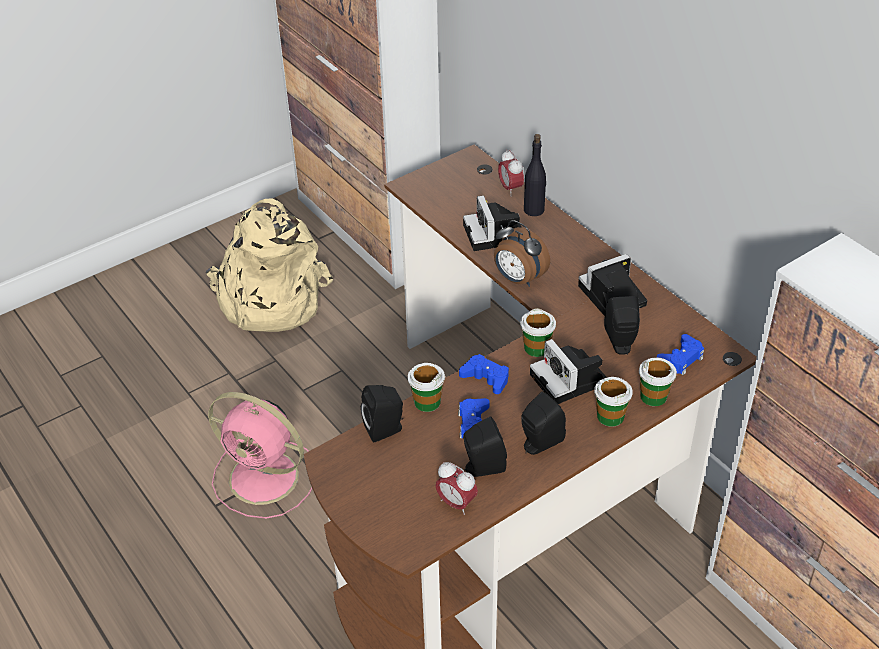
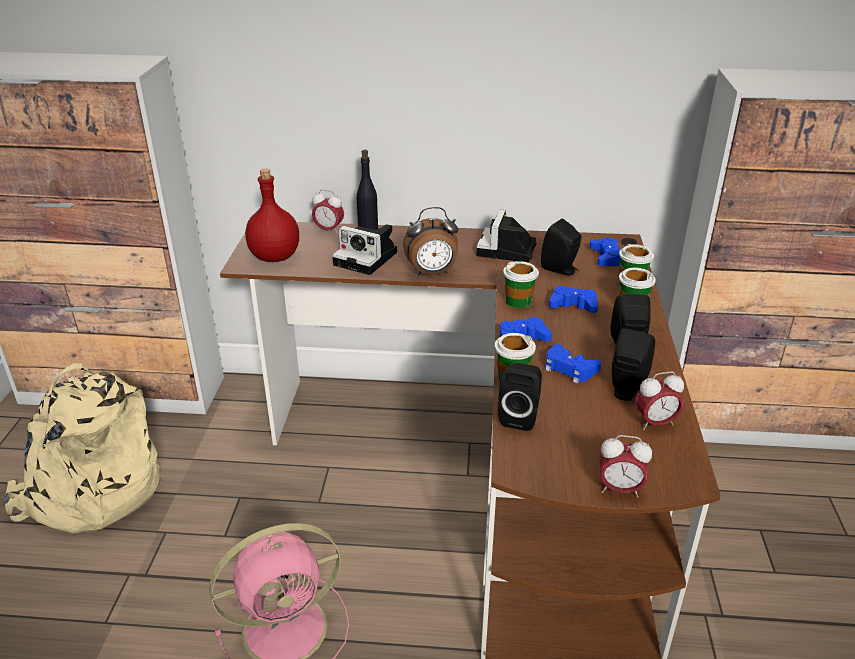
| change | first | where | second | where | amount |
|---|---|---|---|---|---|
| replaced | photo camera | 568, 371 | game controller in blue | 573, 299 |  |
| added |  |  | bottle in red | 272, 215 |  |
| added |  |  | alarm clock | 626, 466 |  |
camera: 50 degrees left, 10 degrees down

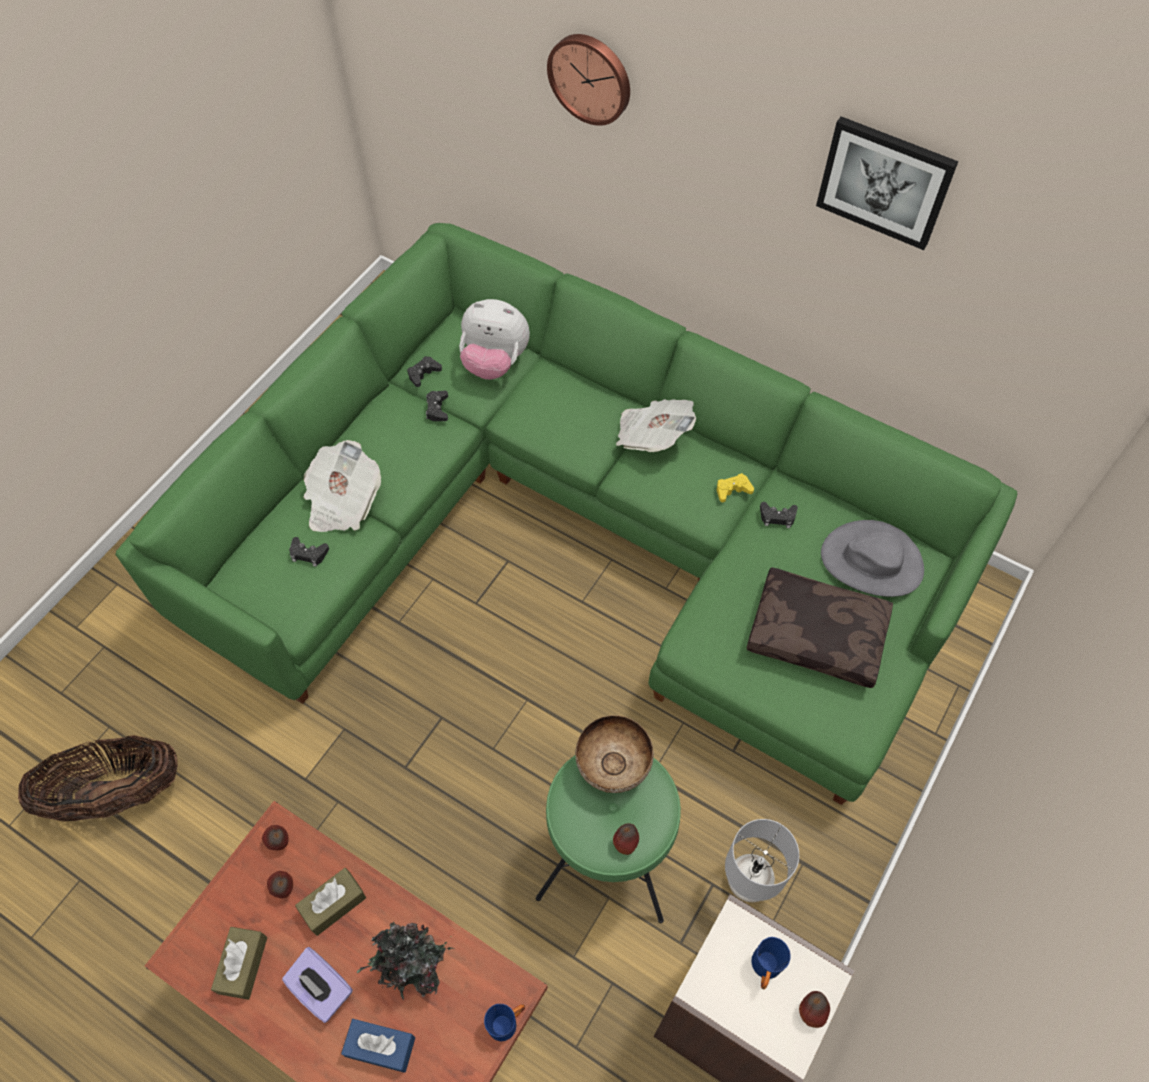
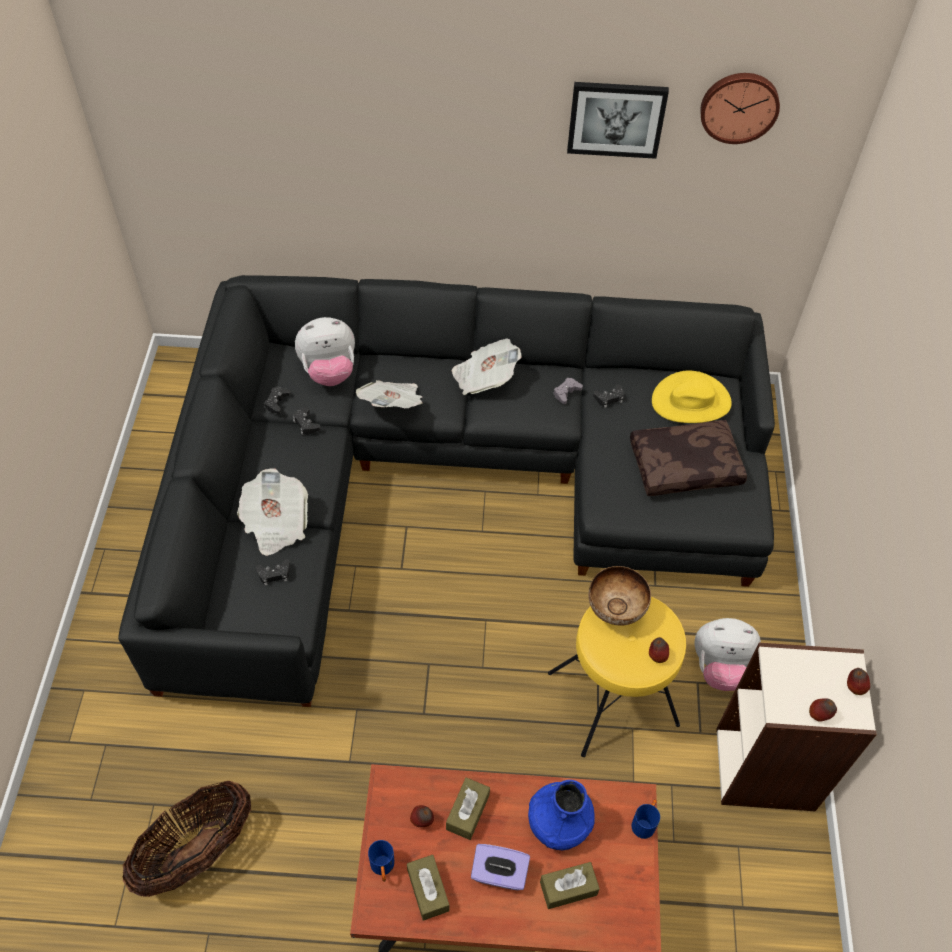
| change | first | where | second | where | amount |
|---|---|---|---|---|---|
| recoloured | sofa in green | 566, 514 | sofa in black | 446, 491 |  |
| moved | apple | 275, 837 |  | 823, 710 |  |
| recoloured | tissue box in blue | 378, 1046 | tissue box in brown | 570, 885 |  |
| replaced | potted plant | 406, 961 | vase in blue | 561, 815 |  |
| recoloured | stool in green | 608, 839 | stool in yellow | 617, 676 |  |
| moved | wall clock | 588, 80 |  | 740, 108 |  |
| recoloured | game controller in yellow | 735, 487 | game controller in grey | 568, 391 |  |
| replaced | table lamp in grey | 762, 860 | plush toy | 727, 654 |  |
| moved | mug in blue | 771, 963 |  | 381, 861 |  |
| recoloured | hat in grey | 872, 558 | hat in yellow | 692, 397 |  |
| added |  |  | newspaper | 389, 394 |  |
camera: 30 degrees left, 5 degrees down

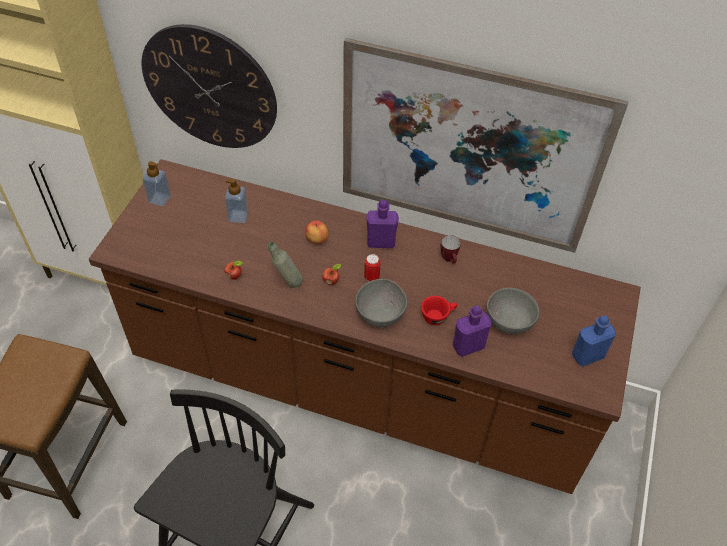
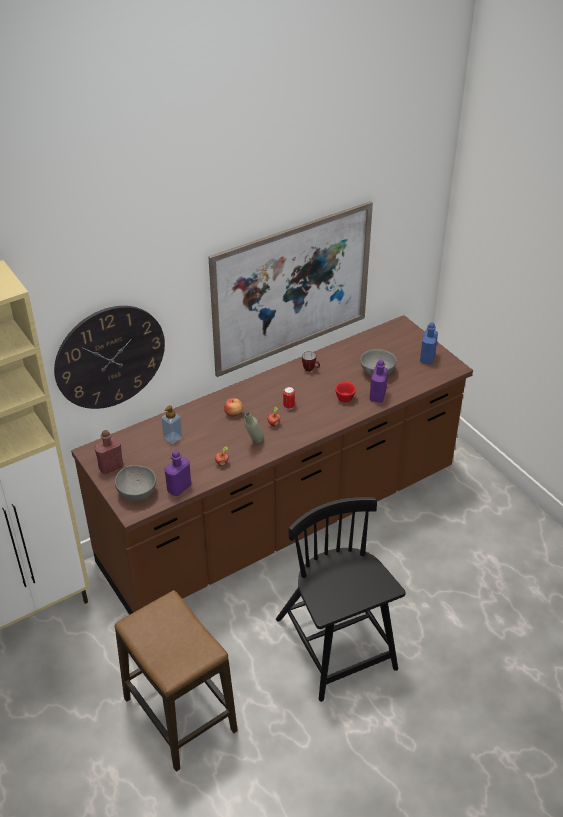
| change | first | where | second | where | amount |
|---|---|---|---|---|---|
| replaced | soap dispenser | 156, 183 | bottle in red | 108, 452 |  |
| moved | bowl in grey | 381, 303 |  | 135, 483 |  |
| moved | bottle in purple | 382, 224 |  | 177, 473 |  |
camera: 50 degrees left, 10 degrees down

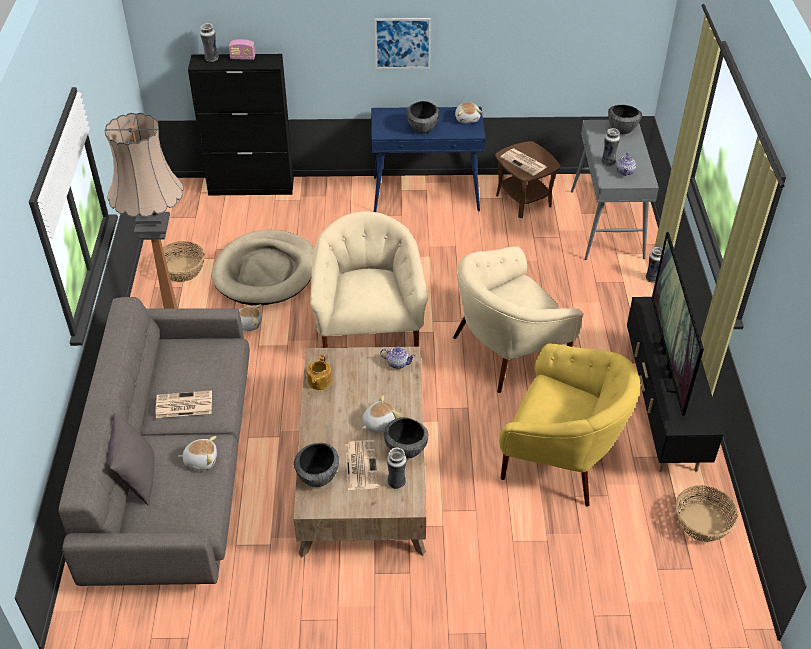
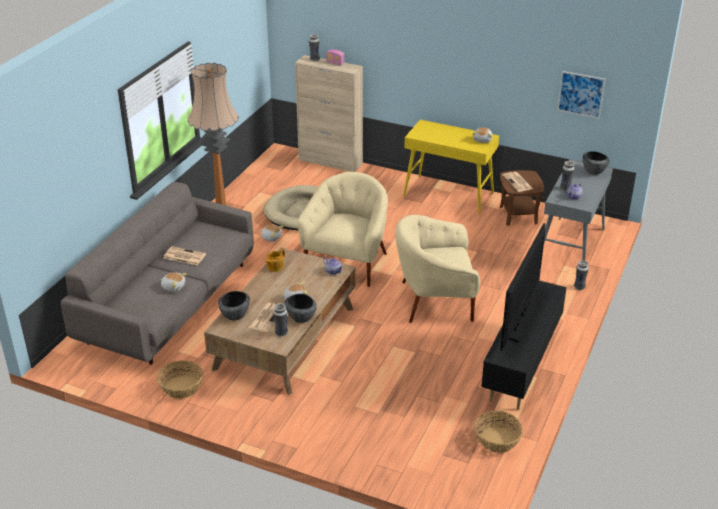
| change | first | where | second | where | amount |
|---|---|---|---|---|---|
| removed | pillow in grey | 131, 459 |  |  |  |
| moved | basket | 184, 261 |  | 180, 379 |  |
| recoloured | cabinet in black | 241, 125 | cabinet in beige | 329, 113 |  |
| recoloured | console table in blue | 428, 159 | console table in yellow | 451, 167 |  |
| moved | picture | 403, 43 |  | 581, 95 |  |
| removed | bowl | 423, 117 |  |  |  |
| removed | armchair in yellow | 569, 425 |  |  |  |
camera: 25 degrees right, 10 degrees down

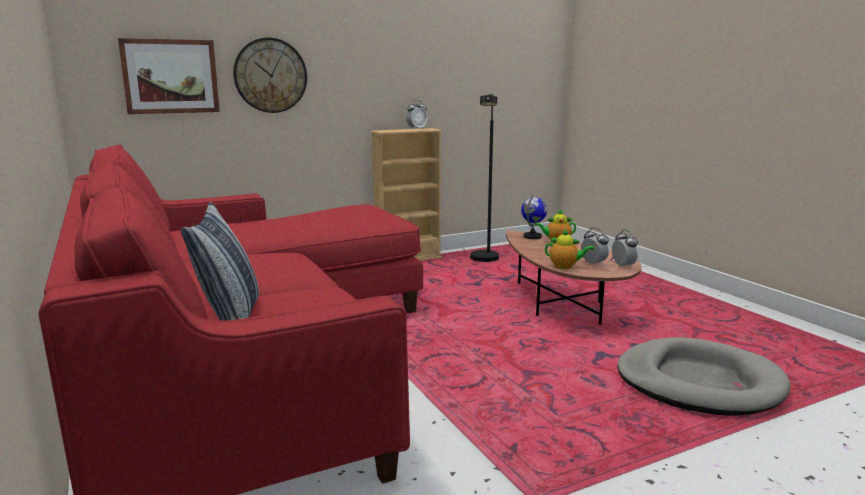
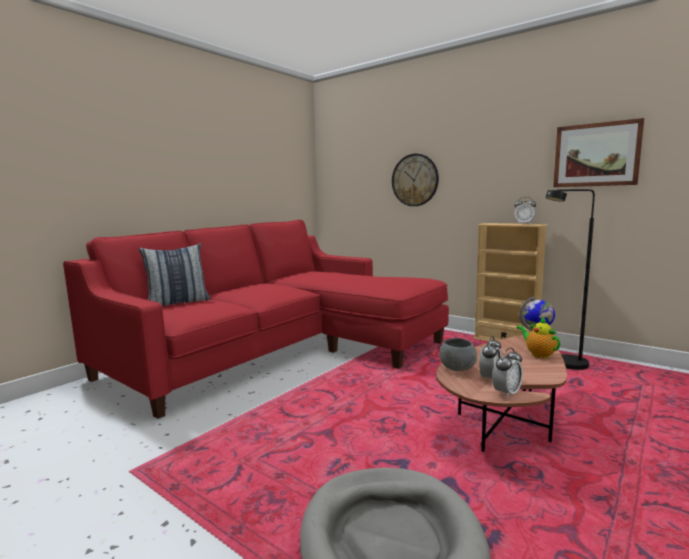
| change | first | where | second | where | amount |
|---|---|---|---|---|---|
| moved | picture | 169, 76 |  | 598, 152 |  |
| replaced | teapot | 569, 249 | bowl in grey | 458, 354 |  |
camera: 65 degrees right, 5 degrees down

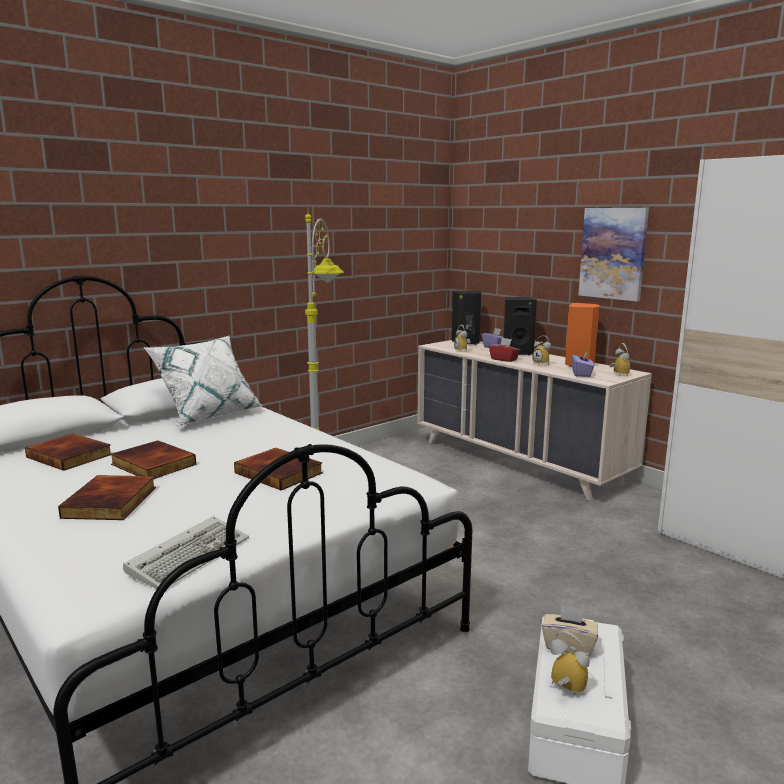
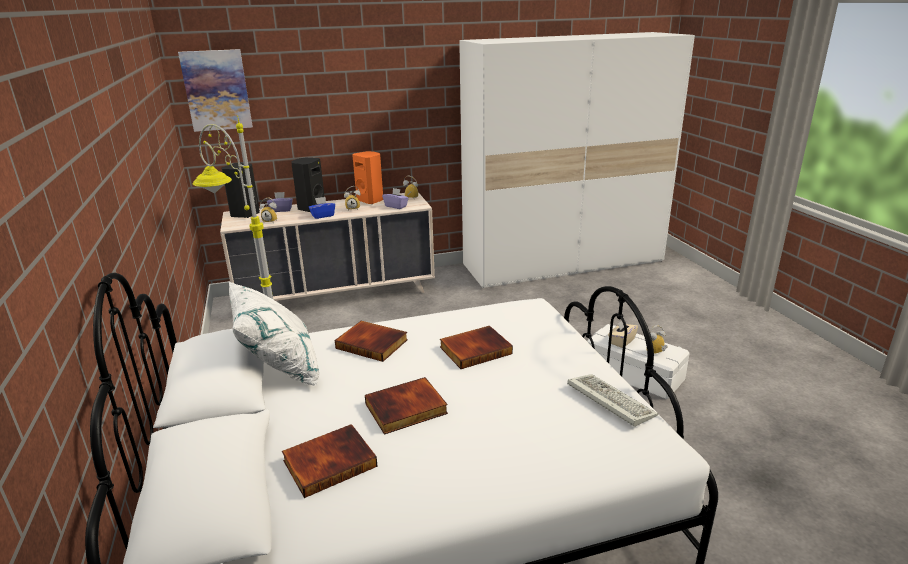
| change | first | where | second | where | amount |
|---|---|---|---|---|---|
| moved | book | 107, 497 |  | 371, 341 |  |
| recoloured | tissue box in red | 504, 350 | tissue box in blue | 322, 208 |  |
| moved | picture | 613, 254 |  | 215, 90 |  |
camera: 65 degrees left, 10 degrees up

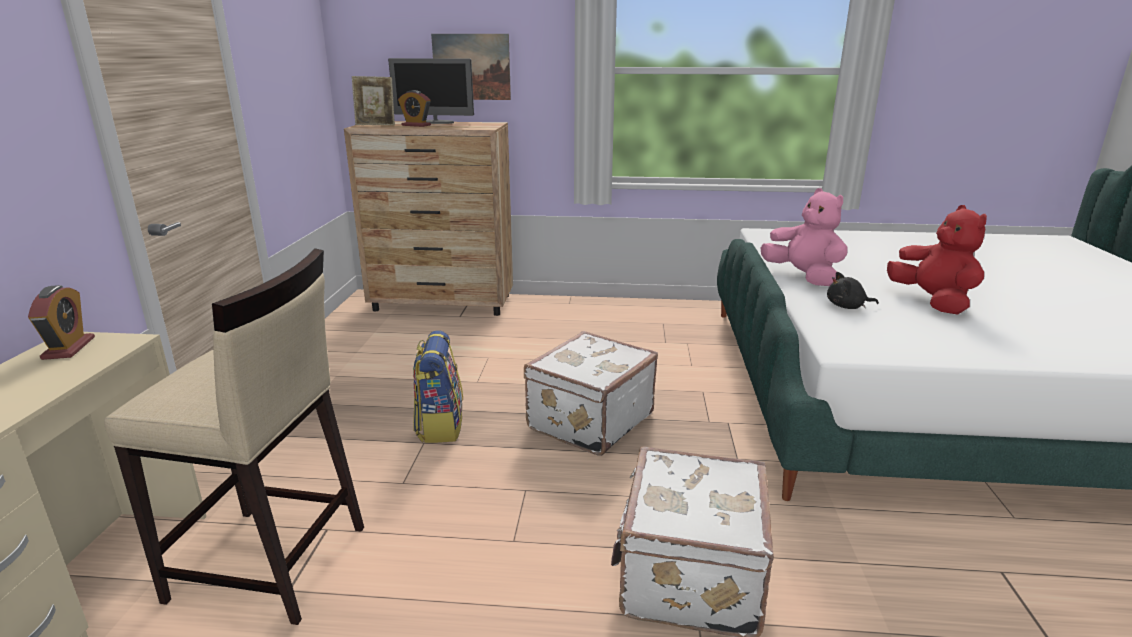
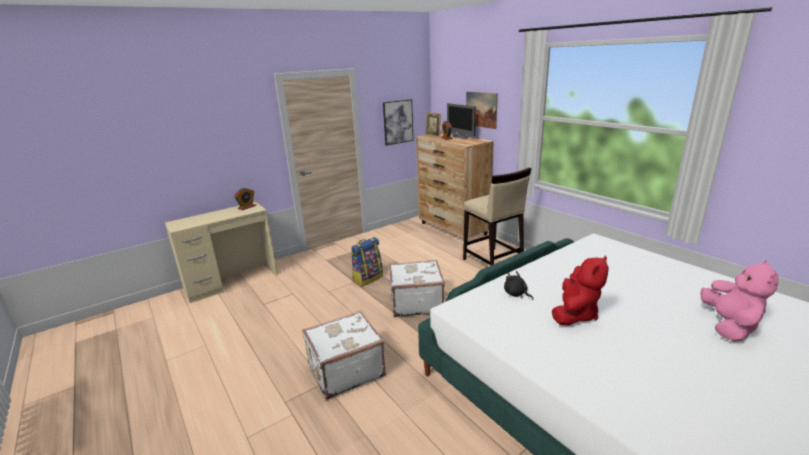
| change | first | where | second | where | amount |
|---|---|---|---|---|---|
| moved | stool in beige | 234, 436 |  | 497, 216 |  |
| moved | plush toy in pink | 804, 237 |  | 740, 301 |  |
| added |  |  | picture | 398, 122 |  |
camera: 50 degrees right, 0 degrees up

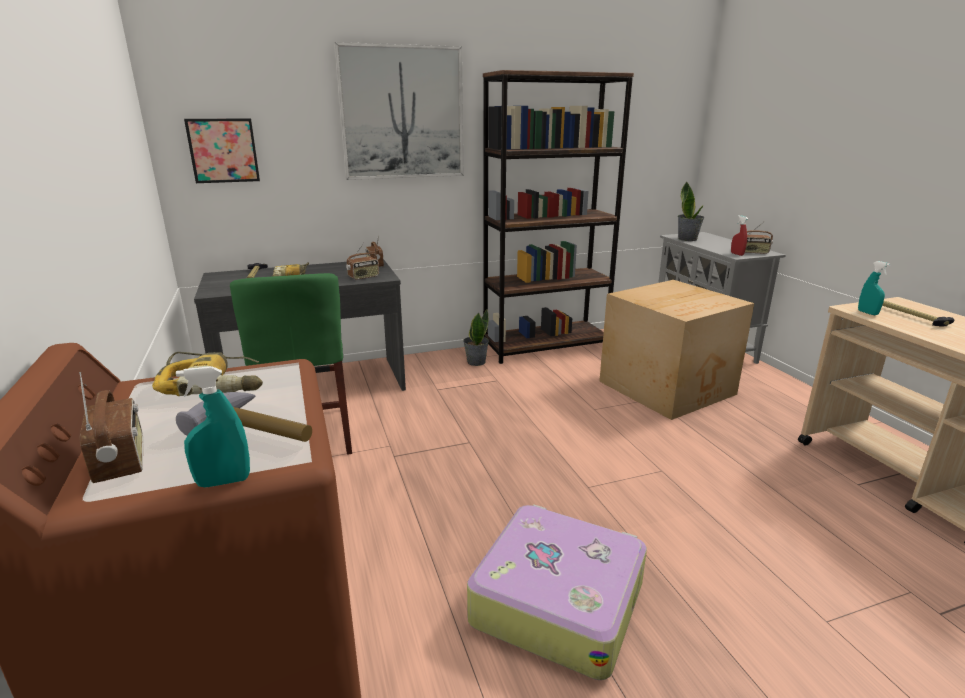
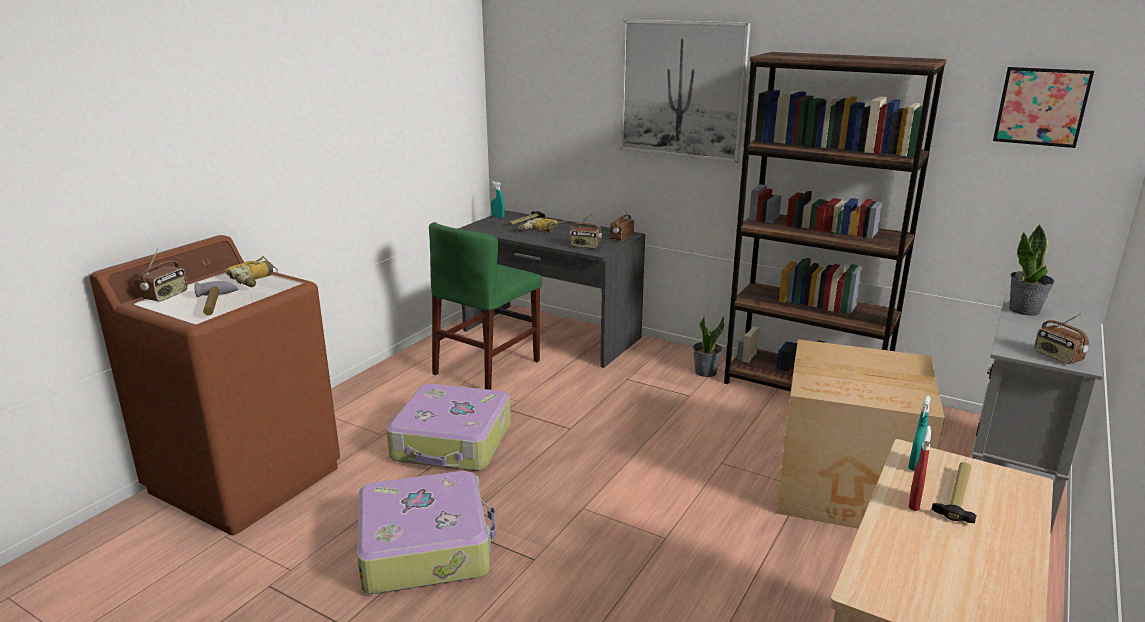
| change | first | where | second | where | amount |
|---|---|---|---|---|---|
| moved | spray bottle in turquoise | 213, 427 |  | 498, 199 |  |
| moved | picture | 222, 150 |  | 1043, 107 |  |
| moved | spray bottle in red | 739, 235 |  | 920, 468 |  |
| added |  |  | suitcase | 448, 427 |  |
camera: 50 degrees right, 0 degrees up

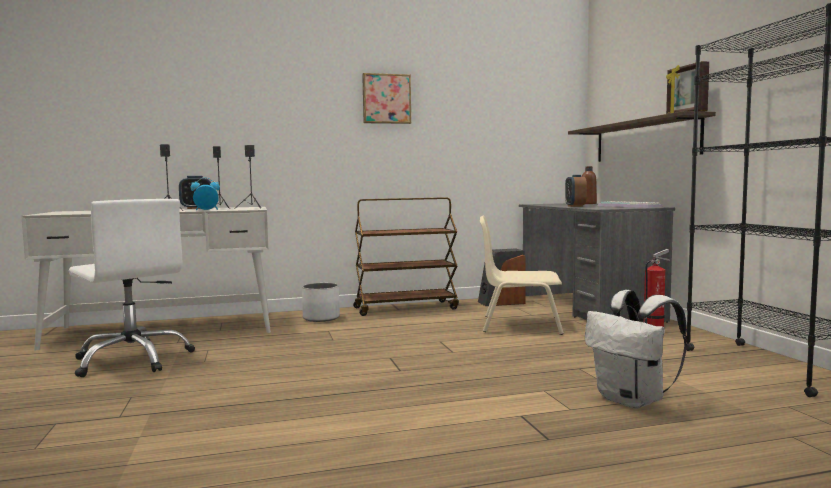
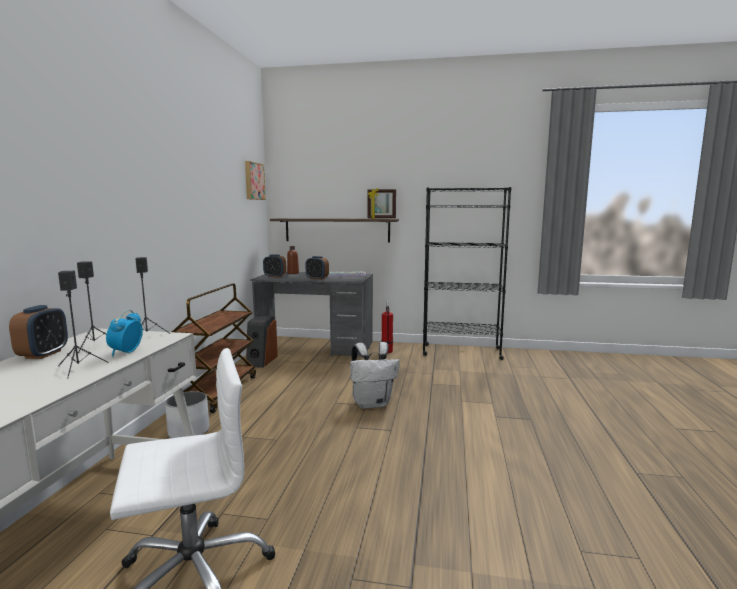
| change | first | where | second | where | amount |
|---|---|---|---|---|---|
| moved | picture | 386, 98 |  | 255, 180 |  |
| removed | chair in beige | 522, 275 |  |  |  |
| moved | backpack in white | 636, 349 |  | 375, 375 |  |
| added |  |  | alarm clock | 274, 266 |  |
camera: 65 degrees left, 5 degrees up

